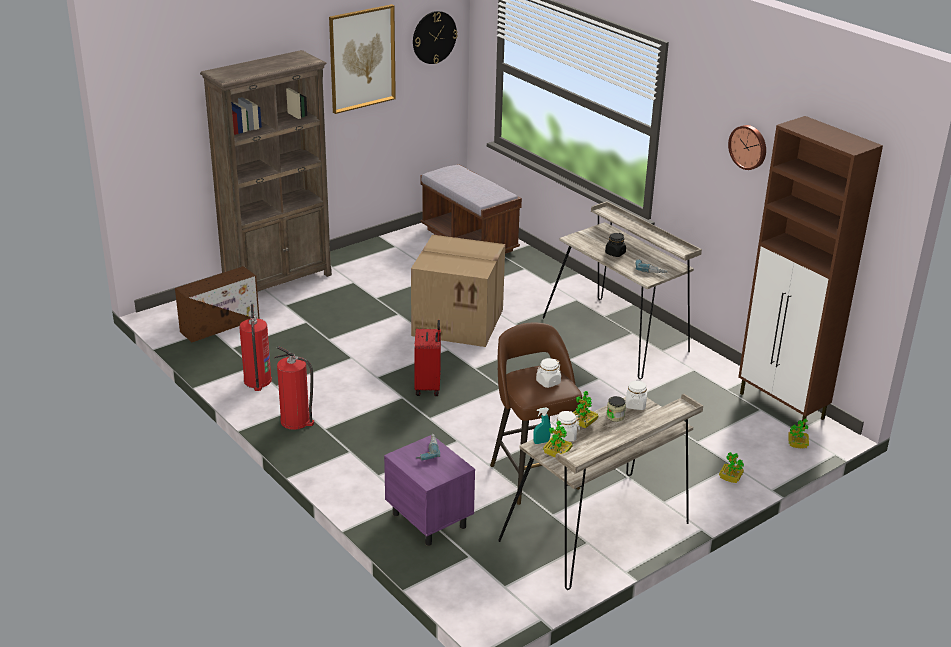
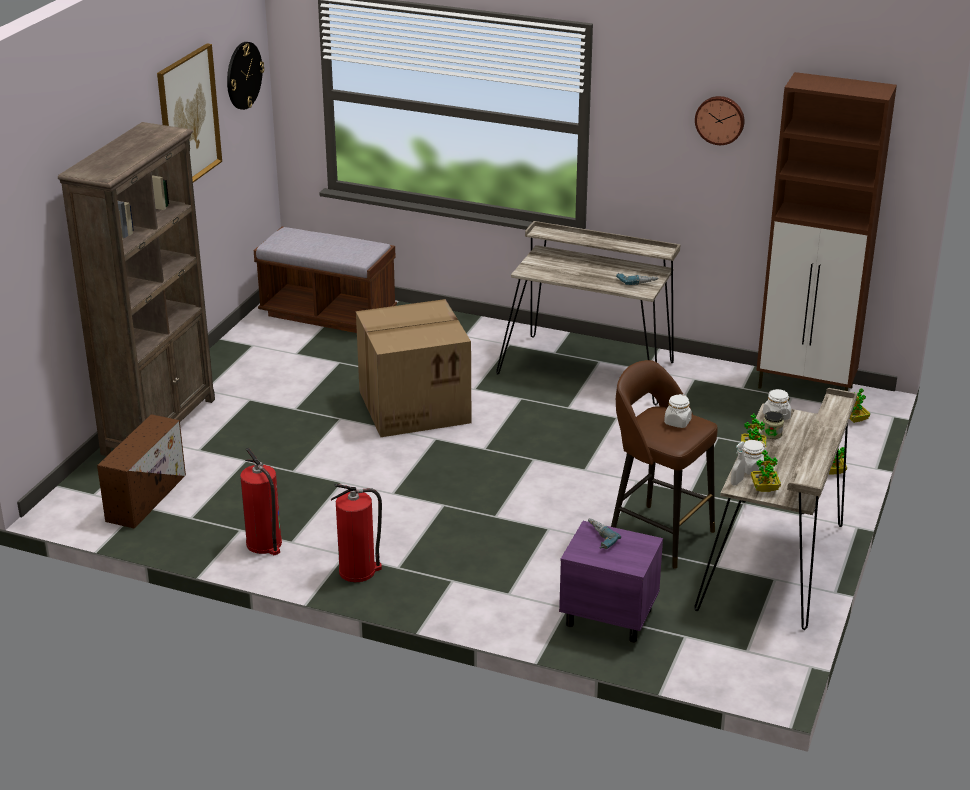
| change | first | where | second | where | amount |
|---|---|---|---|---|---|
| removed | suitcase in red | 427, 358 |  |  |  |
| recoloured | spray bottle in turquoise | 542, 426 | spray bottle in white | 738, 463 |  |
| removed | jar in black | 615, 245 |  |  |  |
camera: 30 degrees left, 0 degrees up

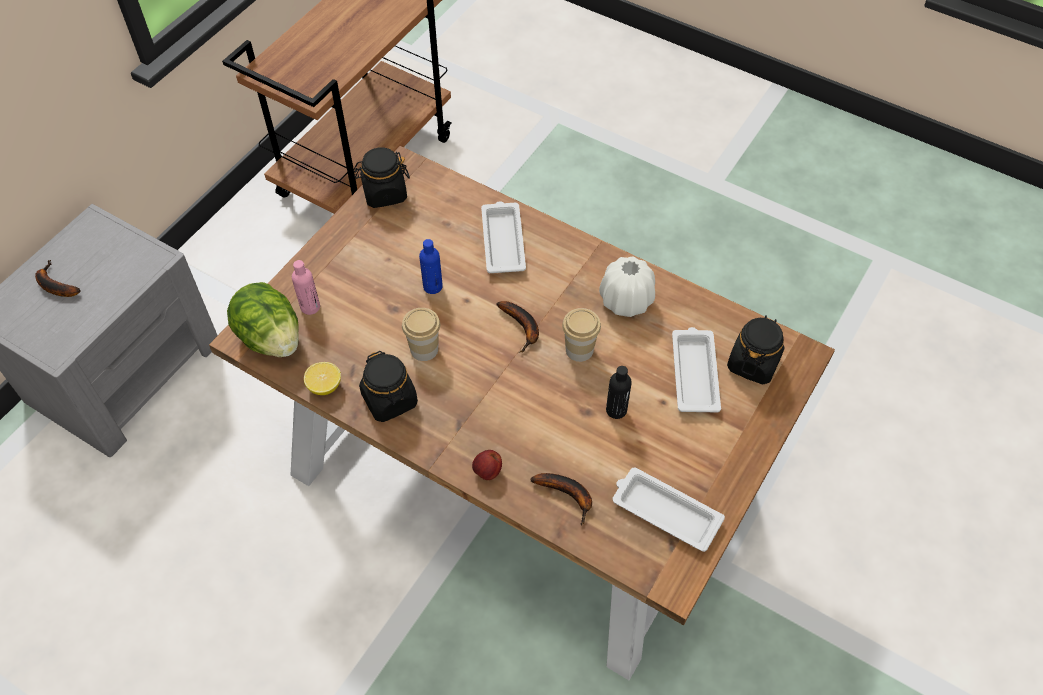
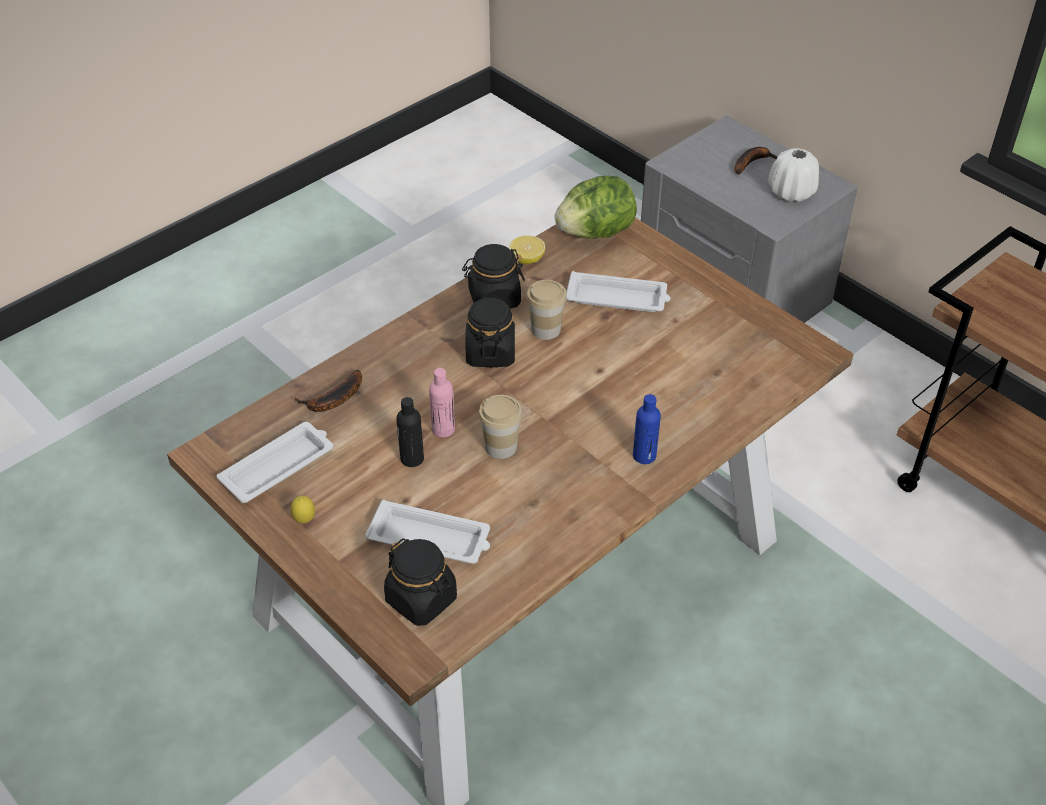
| change | first | where | second | where | amount |
|---|---|---|---|---|---|
| moved | bottle in pink | 306, 287 |  | 442, 403 |  |
| moved | jar in black | 381, 177 |  | 490, 331 |  |
| moved | bottle in blue | 431, 266 |  | 647, 429 |  |
| removed | apple | 487, 465 |  |  |  |
| moved | tray in white | 503, 237 |  | 618, 291 |  |
| removed | banana | 517, 327 |  |  |  |
| moved | vase in white | 627, 286 |  | 794, 175 |  |
| added |  |  | lemon | 303, 509 |  |
camera: 105 degrees right, 10 degrees down

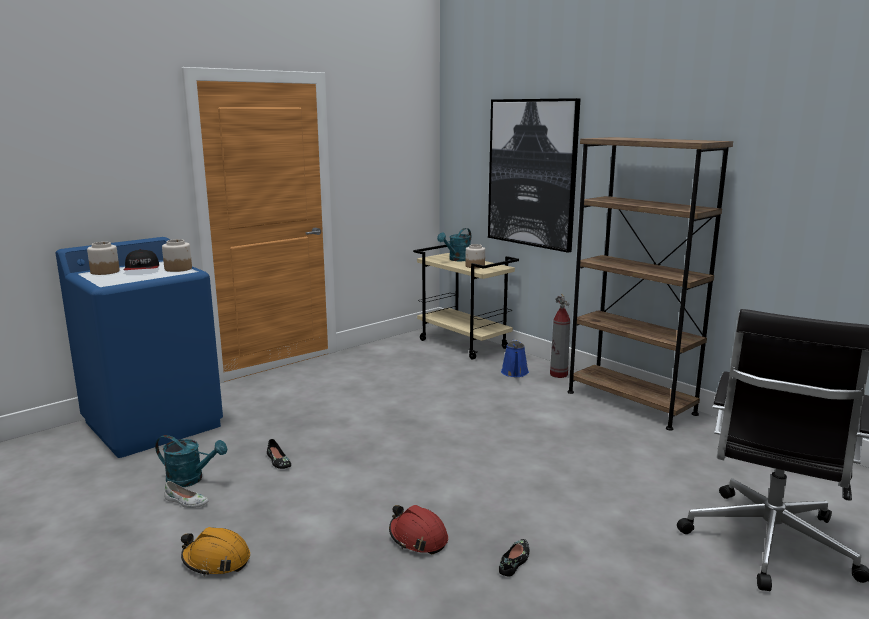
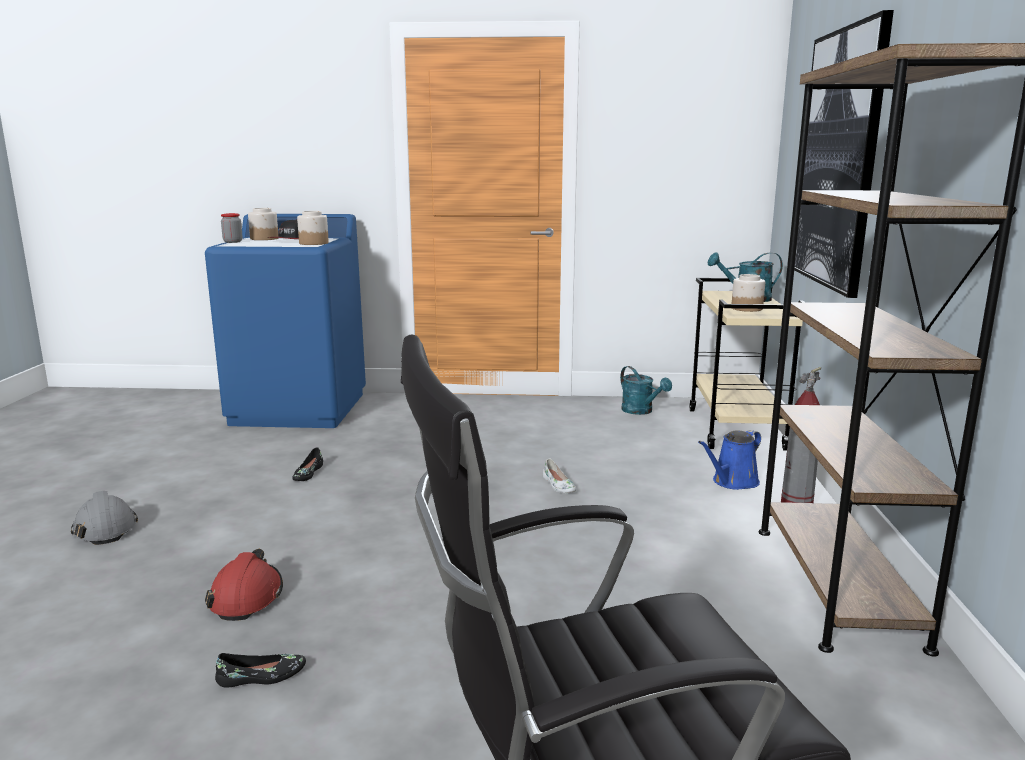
| change | first | where | second | where | amount |
|---|---|---|---|---|---|
| moved | watering can in turquoise | 191, 461 |  | 646, 390 |  |
| moved | shoe in white | 186, 494 |  | 559, 475 |  |
| recoloured | hard hat in orange | 215, 551 | hard hat in grey | 104, 518 |  |
| added |  |  | jar | 232, 228 |  |
camera: 45 degrees right, 0 degrees up

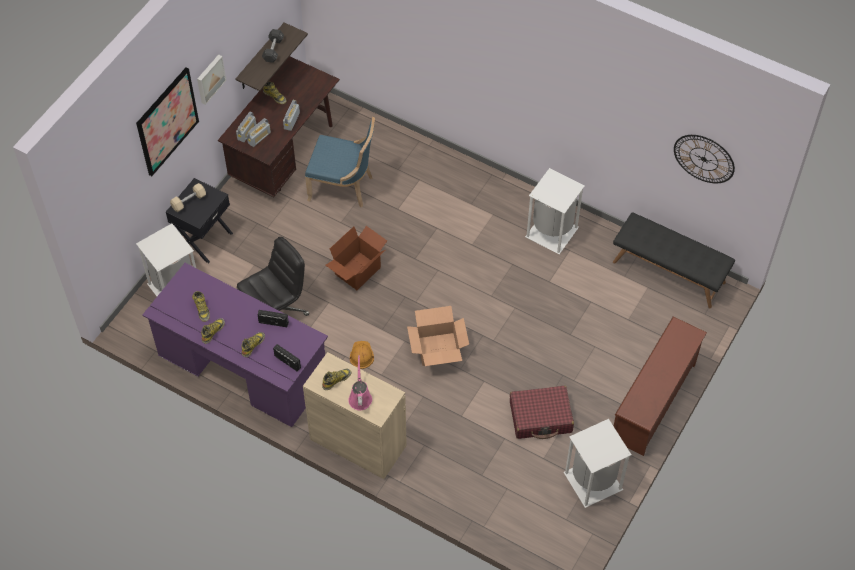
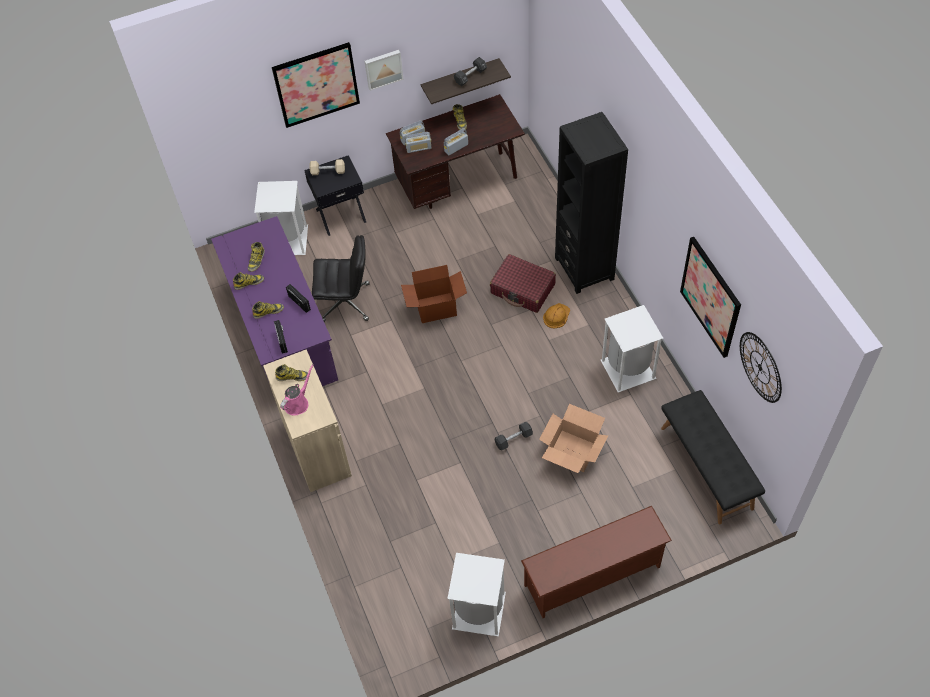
| change | first | where | second | where | amount |
|---|---|---|---|---|---|
| removed | chair in blue | 340, 162 |  |  |  |
| moved | hard hat in orange | 362, 355 |  | 556, 315 |  |
| moved | cardboard box | 438, 336 |  | 573, 438 |  |
| moved | suitcase in red | 542, 412 |  | 523, 283 |  |
| added |  |  | dumbbell in black | 514, 436 |  |
| added |  |  | bookcase in black | 591, 203 |  |
| added |  |  | picture | 710, 297 |  |
camera: 40 degrees right, 0 degrees up

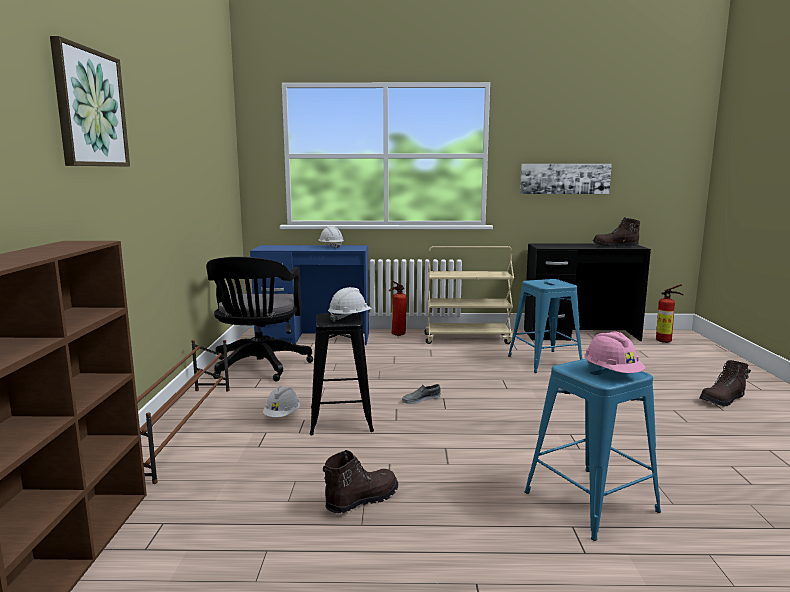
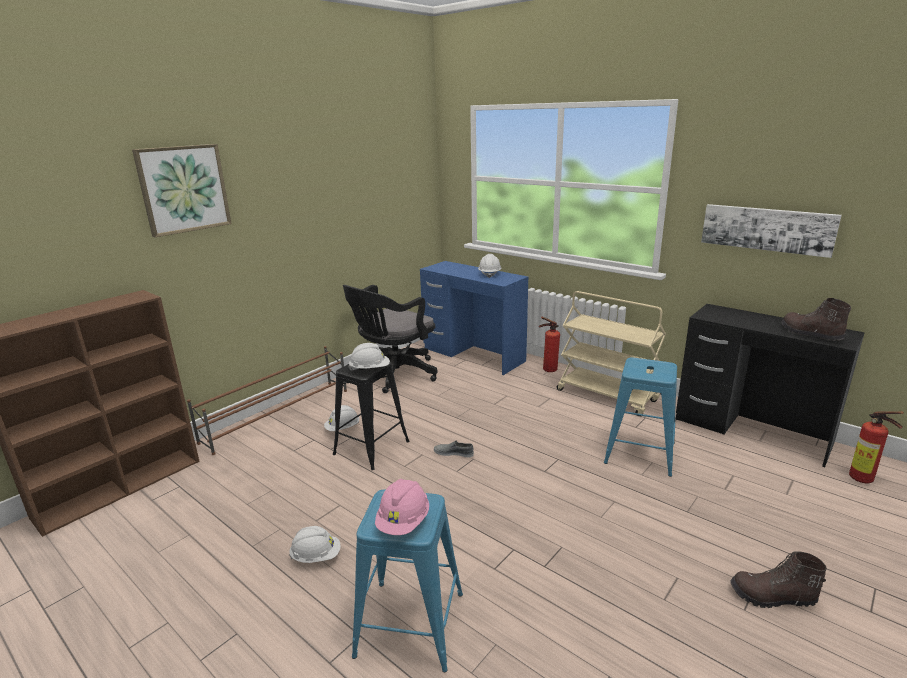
| change | first | where | second | where | amount |
|---|---|---|---|---|---|
| removed | boot in brown | 360, 481 |  |  |  |
| added |  |  | hard hat in white | 315, 544 |  |
camera: 40 degrees right, 10 degrees up

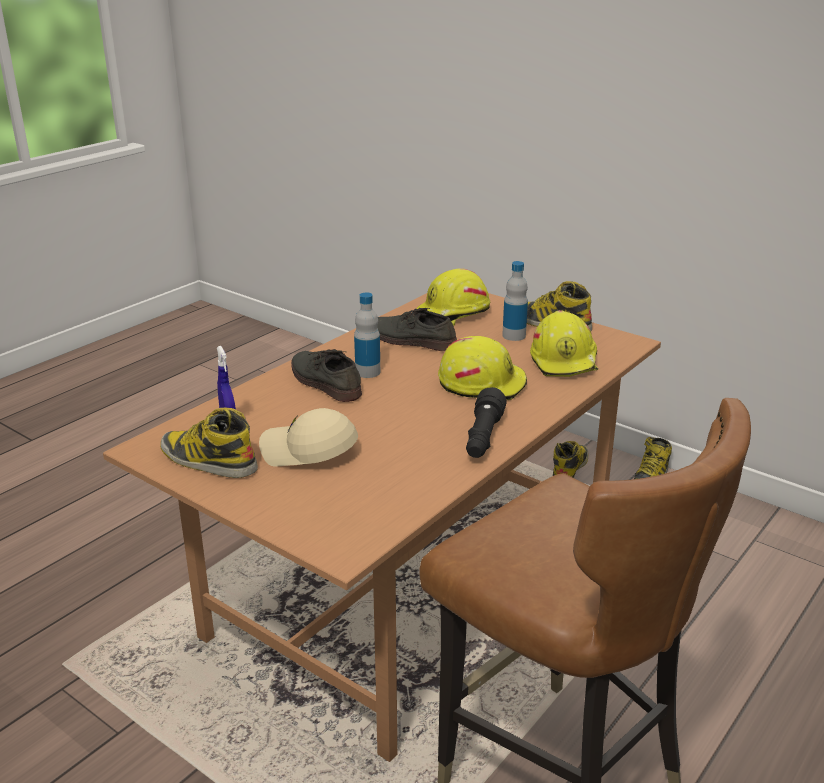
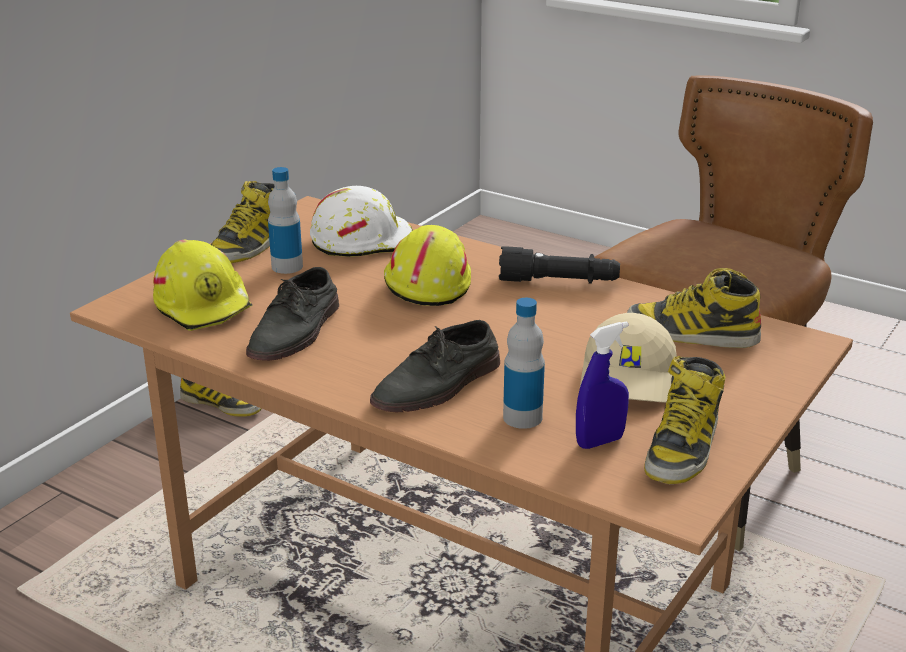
| change | first | where | second | where | amount |
|---|---|---|---|---|---|
| moved | bottle | 367, 335 |  | 524, 363 |  |
| recoloured | hard hat in yellow | 564, 343 | hard hat in white | 361, 221 |  |
| moved | boot | 570, 459 |  | 694, 308 |  |
camera: 95 degrees left, 0 degrees up

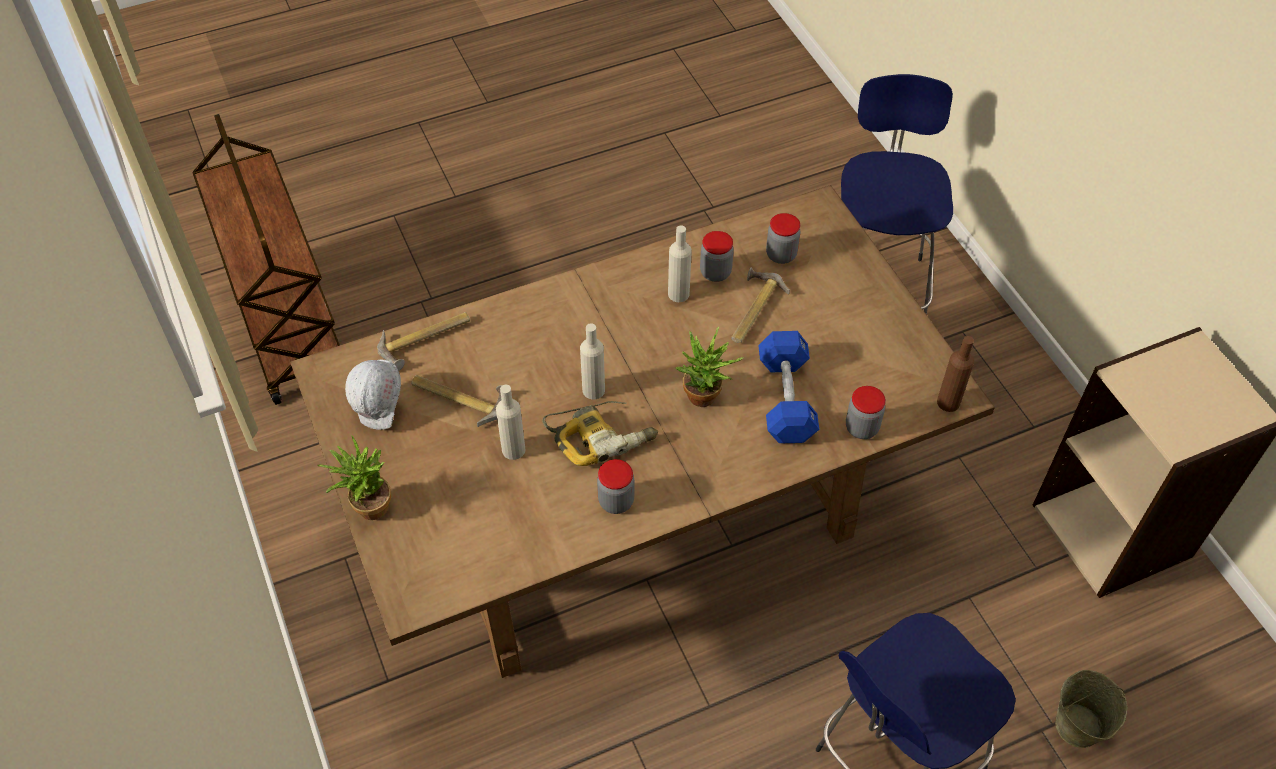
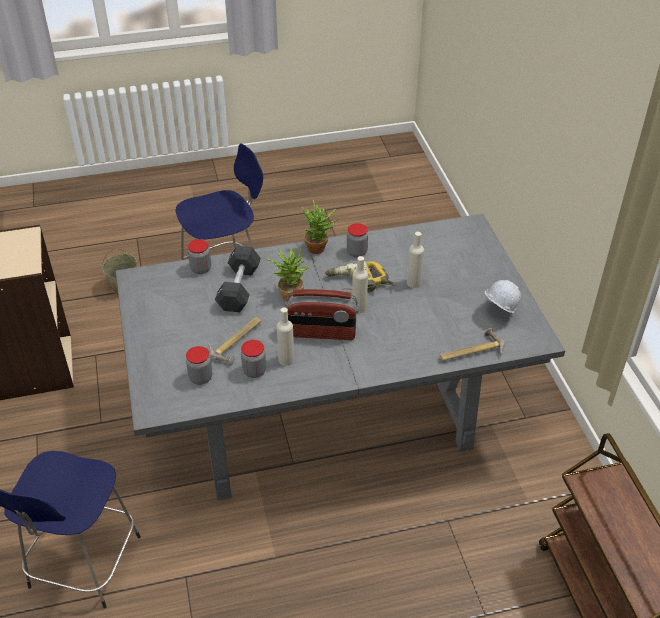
| change | first | where | second | where | amount |
|---|---|---|---|---|---|
| recoloured | dining table in brown | 642, 431 | dining table in grey | 340, 357 |  |
| moved | potted plant | 354, 478 |  | 320, 227 |  |
| removed | hammer | 456, 401 |  |  |  |
| recoloured | dumbbell in blue | 788, 387 | dumbbell in black | 238, 279 |  |
| removed | bottle in brown | 955, 374 |  |  |  |
| added |  |  | radio | 322, 314 |  |
camera: 170 degrees left, 10 degrees down

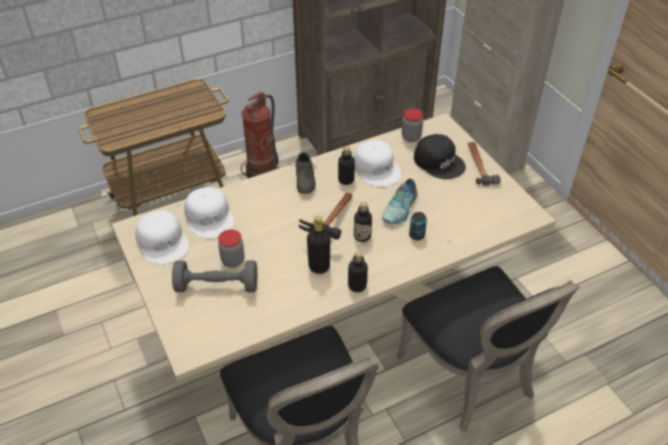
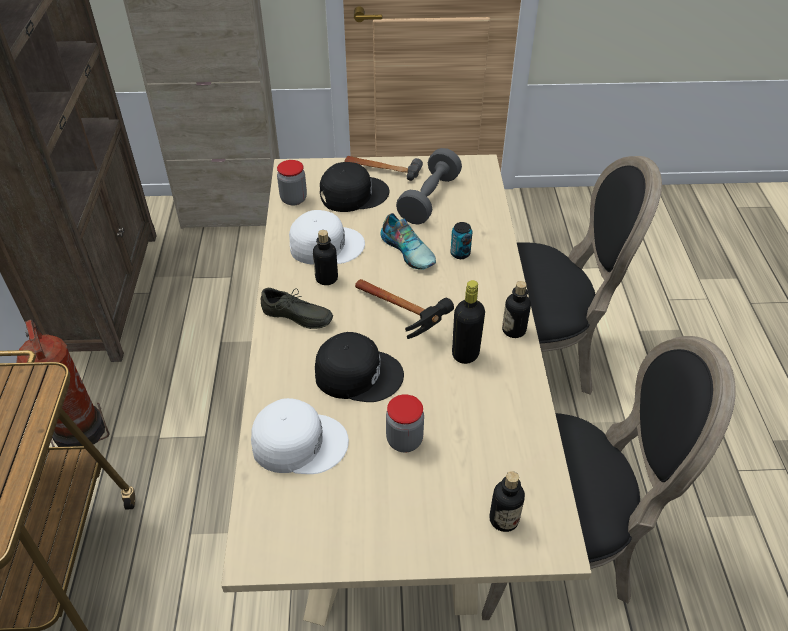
| change | first | where | second | where | amount |
|---|---|---|---|---|---|
| removed | cap in white | 162, 237 |  |  |  |
| moved | dumbbell in grey | 214, 276 |  | 429, 186 |  |
| moved | bottle | 363, 222 |  | 507, 501 |  |
| added |  |  | cap in black | 359, 367 |  |
camera: 65 degrees left, 0 degrees up

